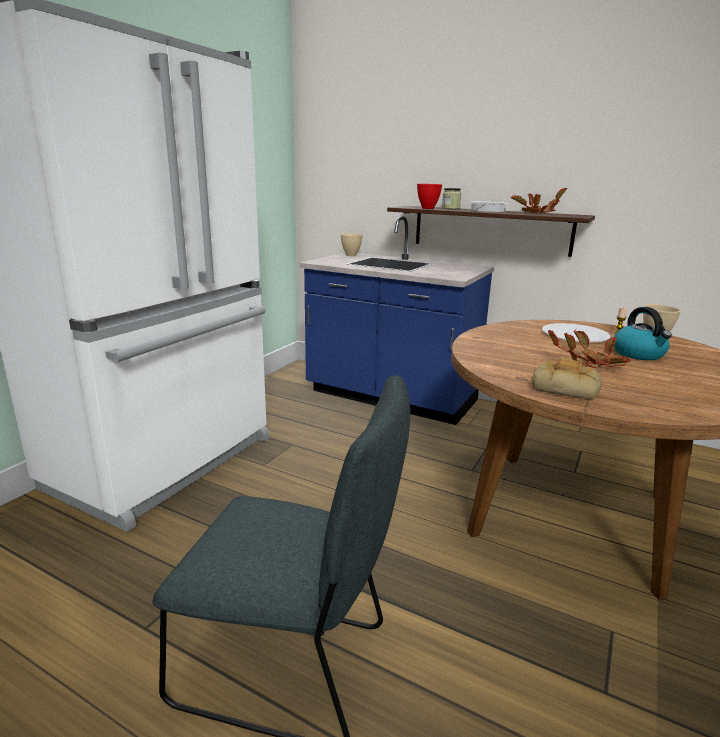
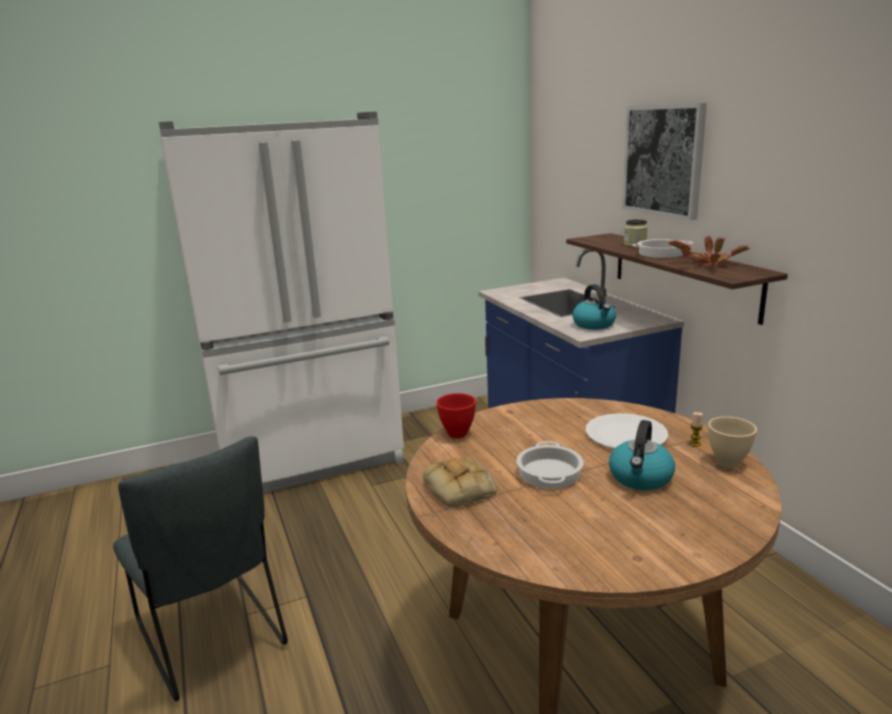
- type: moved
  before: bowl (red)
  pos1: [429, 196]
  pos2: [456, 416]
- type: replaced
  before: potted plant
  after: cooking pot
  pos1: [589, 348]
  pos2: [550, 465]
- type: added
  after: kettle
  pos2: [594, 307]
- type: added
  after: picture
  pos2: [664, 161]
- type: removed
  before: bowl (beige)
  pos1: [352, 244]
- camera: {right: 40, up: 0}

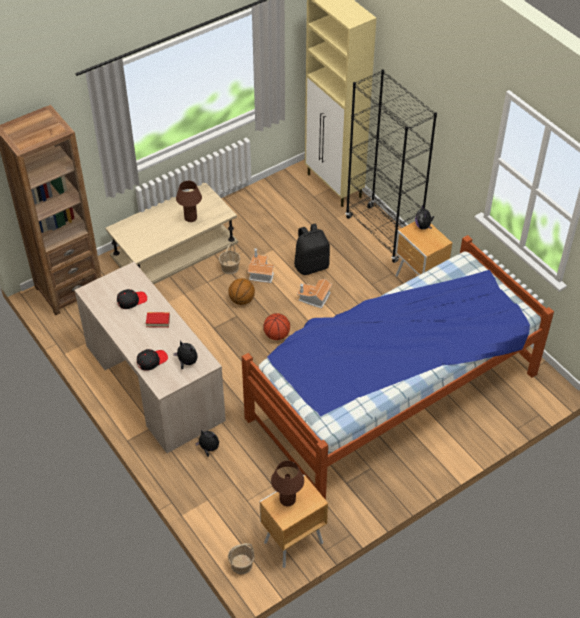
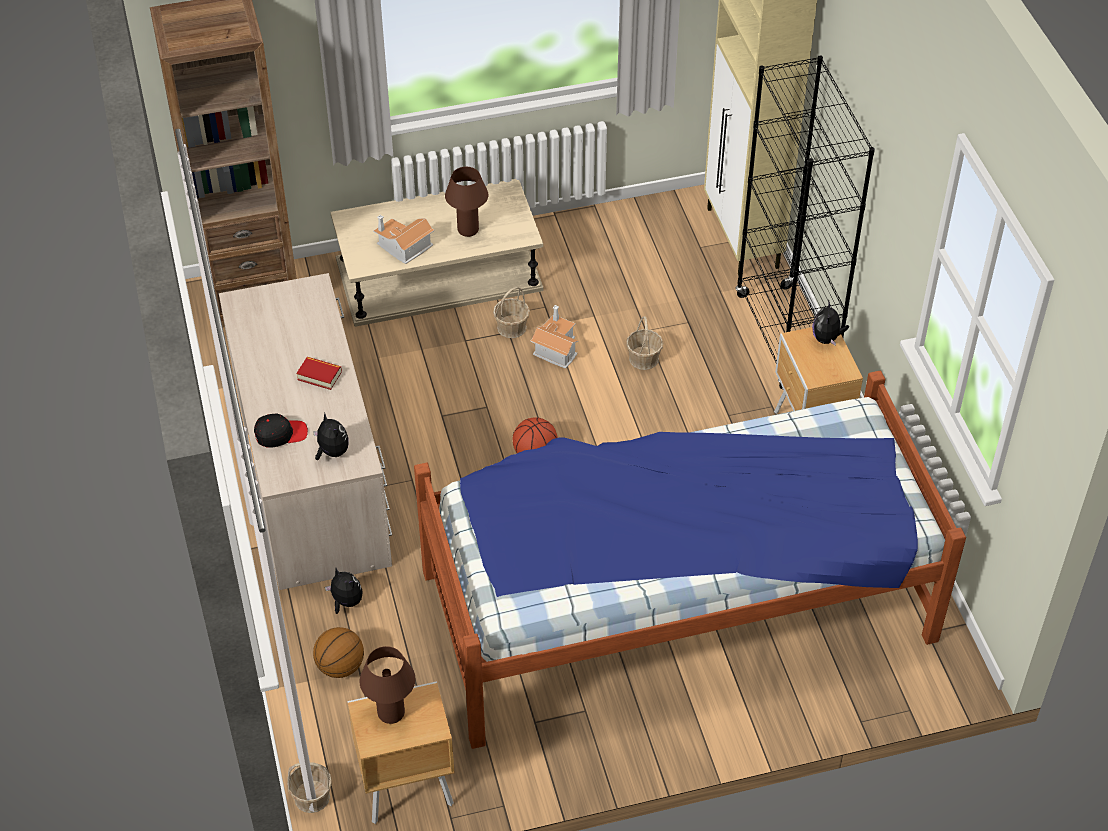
- type: moved
  before: basketball
  pos1: [241, 291]
  pos2: [338, 652]
- type: moved
  before: toy house
  pos1: [314, 293]
  pos2: [404, 239]
- type: replaced
  before: backpack (black)
  after: basket
  pos1: [312, 249]
  pos2: [644, 343]
- type: removed
  before: cap (black)
  pos1: [132, 299]
- camera: {right: 20, up: 0}

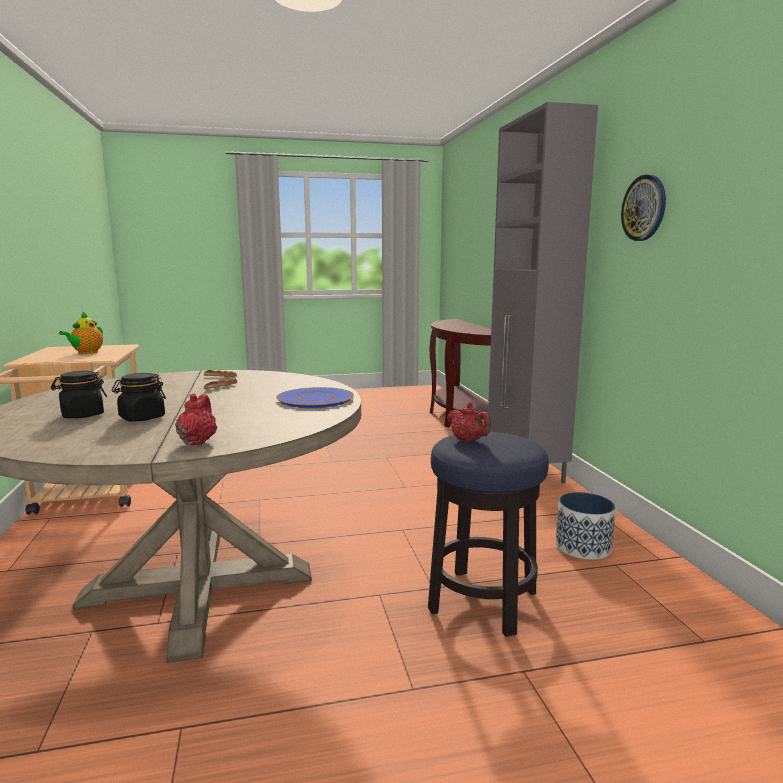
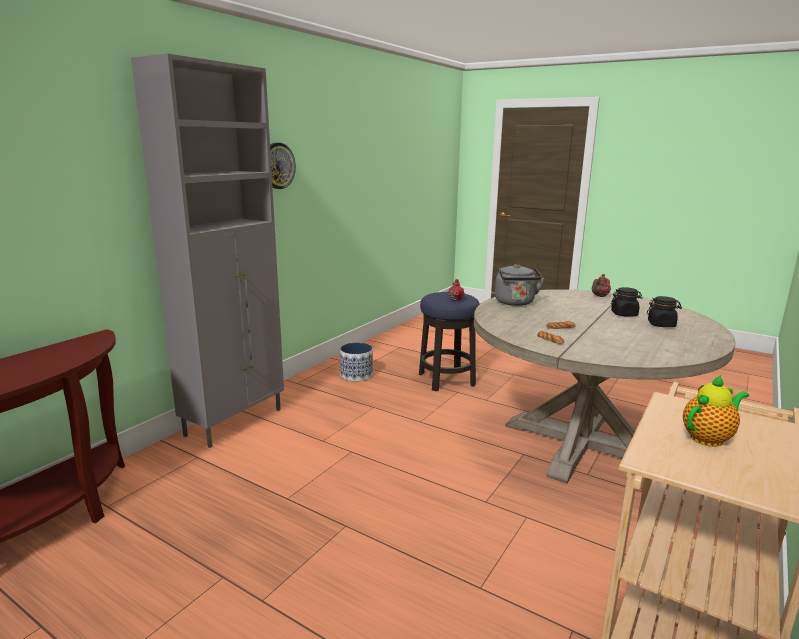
- type: replaced
  before: plate (blue)
  after: kettle (grey)
  pos1: [315, 397]
  pos2: [520, 285]
- camera: {right: -135, up: 5}

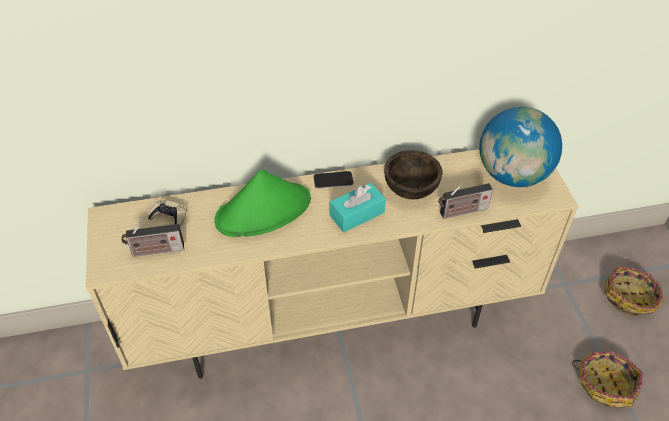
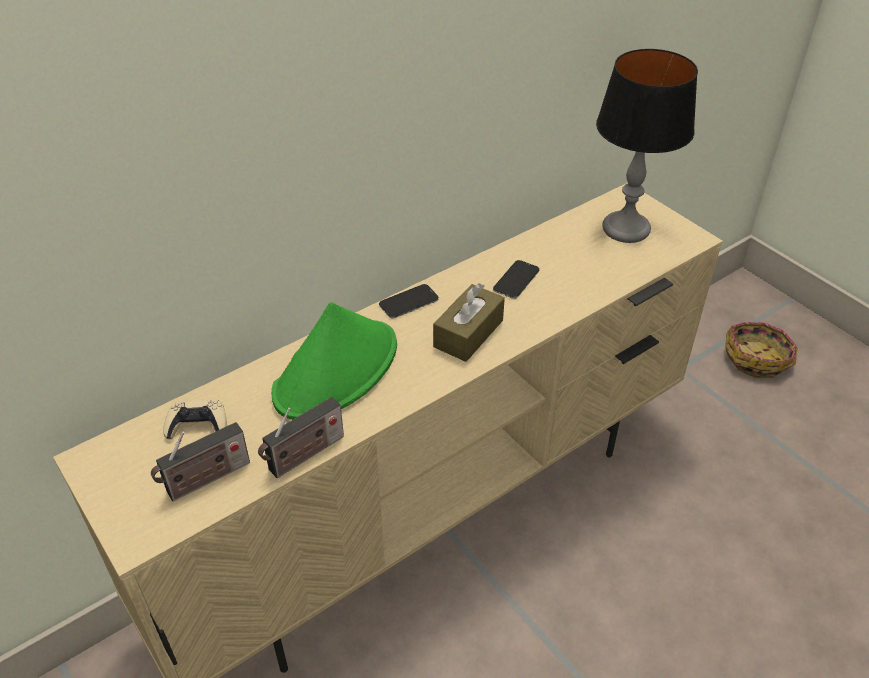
- type: moved
  before: radio
  pos1: [465, 200]
  pos2: [301, 437]
- type: recoloured
  before: tissue box (turquoise)
  after: tissue box (brown)
  pos1: [358, 207]
  pos2: [469, 322]
- type: replaced
  before: bowl (brown)
  after: phone
  pos1: [413, 174]
  pos2: [516, 279]
- type: replaced
  before: globe
  after: table lamp
  pos1: [520, 147]
  pos2: [647, 146]
- type: removed
  before: basket
  pos1: [607, 379]
- camera: {right: -25, up: -5}

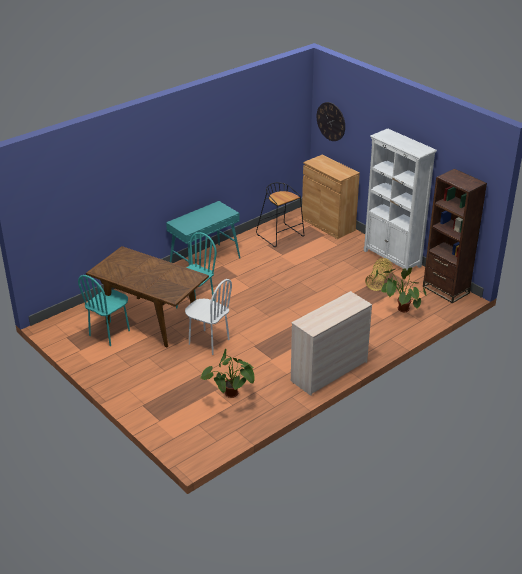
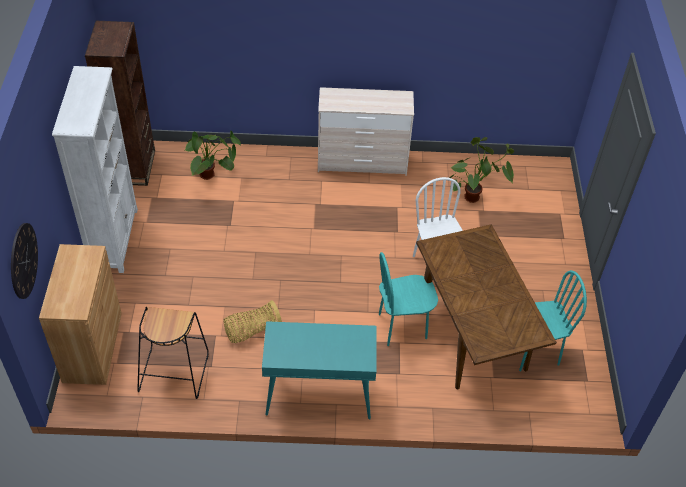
- type: moved
  before: basket
  pos1: [379, 274]
  pos2: [252, 321]
- camera: {right: -140, up: 15}

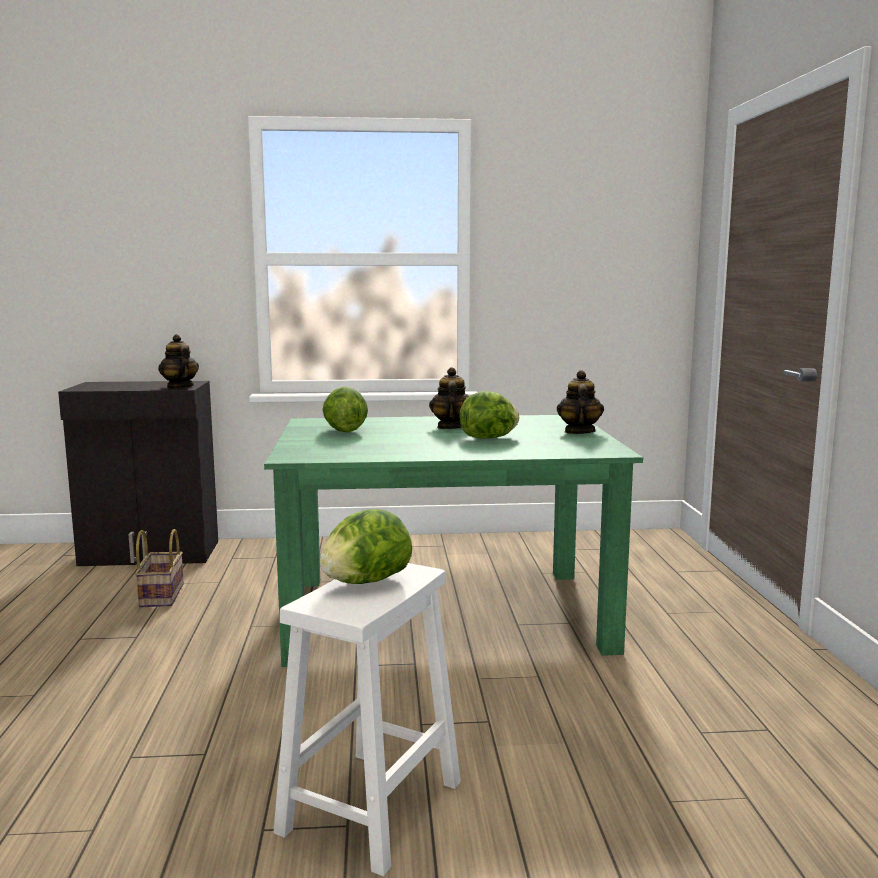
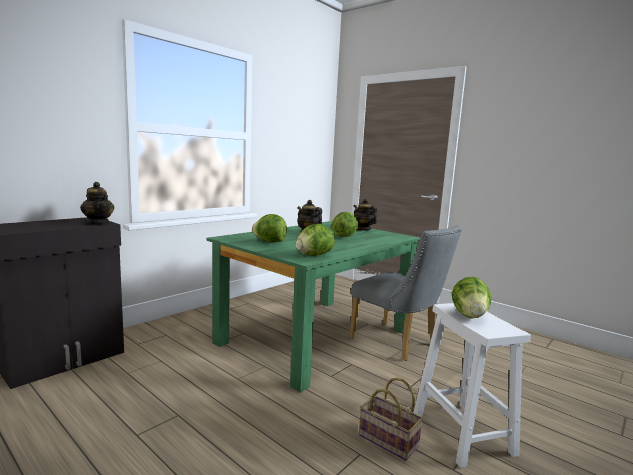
- type: turned
  before: teapot
  pos1: [178, 361]
  pos2: [97, 203]
  turn: -150
- type: added
  after: lettuce
  pos2: [315, 240]
- type: added
  after: chair (grey)
  pos2: [405, 293]
- type: moved
  before: basket
  pos1: [159, 568]
  pos2: [391, 419]
- camera: {right: -45, up: 0}

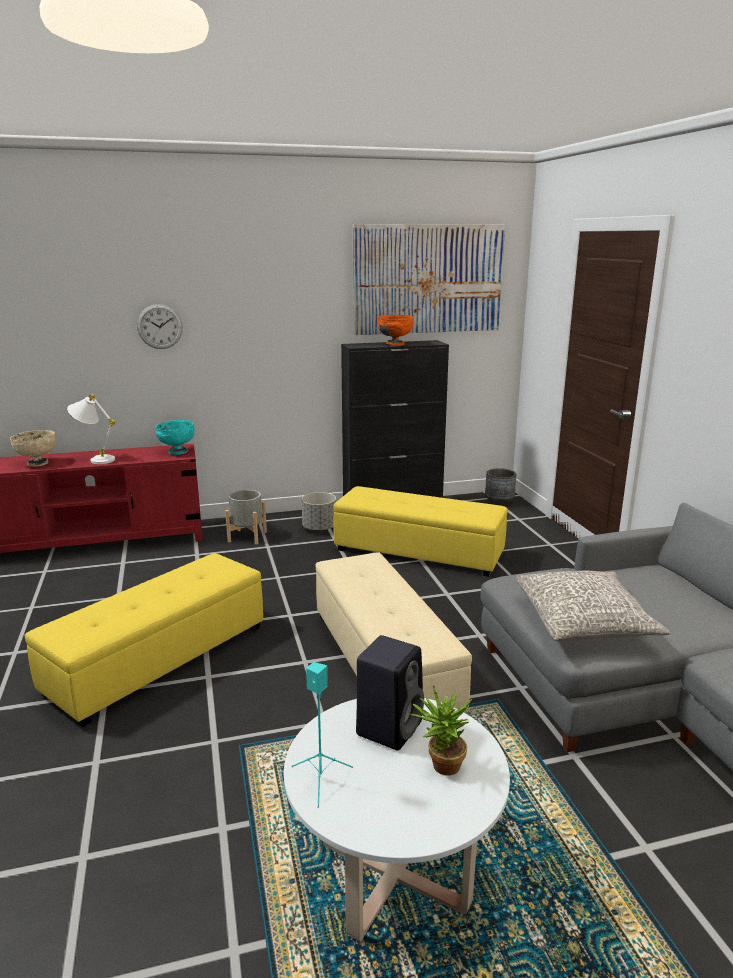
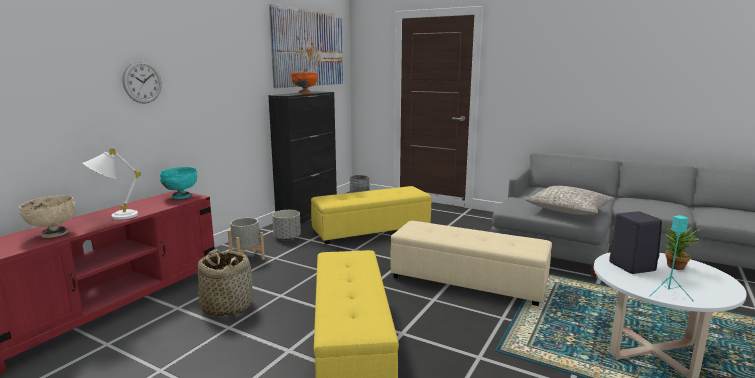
- type: added
  after: basket
  pos2: [225, 283]
- camera: {right: -45, up: -5}

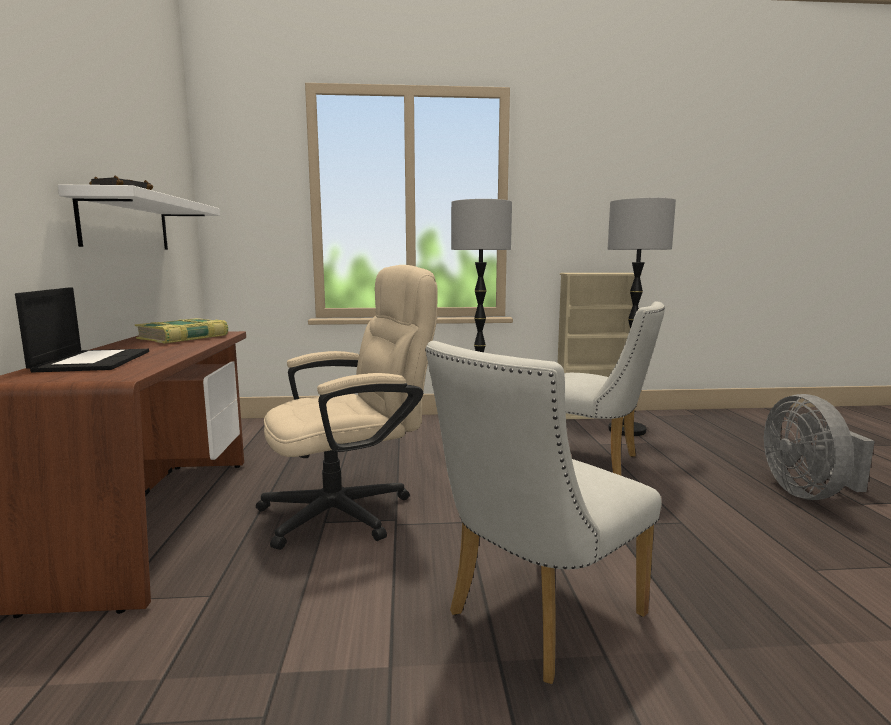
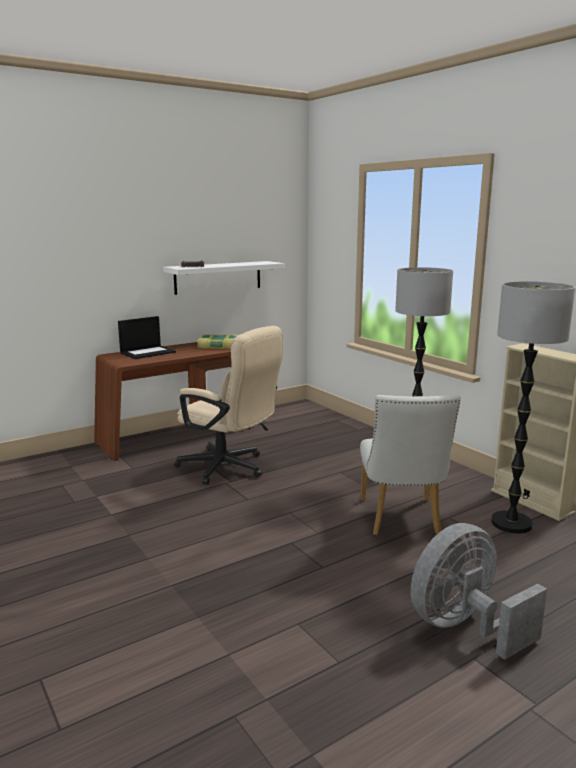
- type: removed
  before: chair (white)
  pos1: [543, 512]
- camera: {right: 60, up: 5}

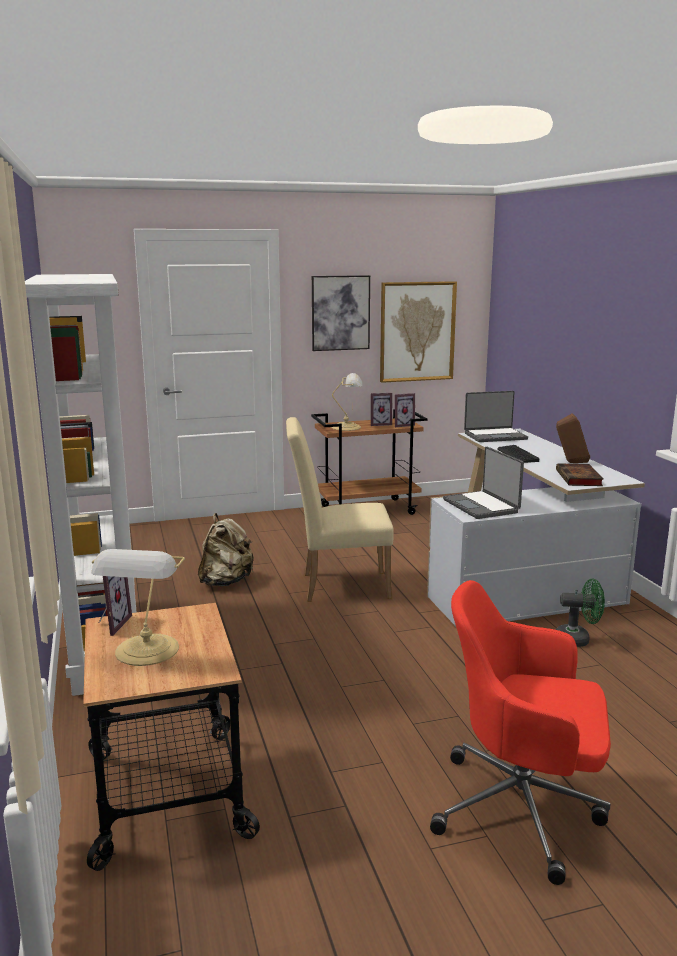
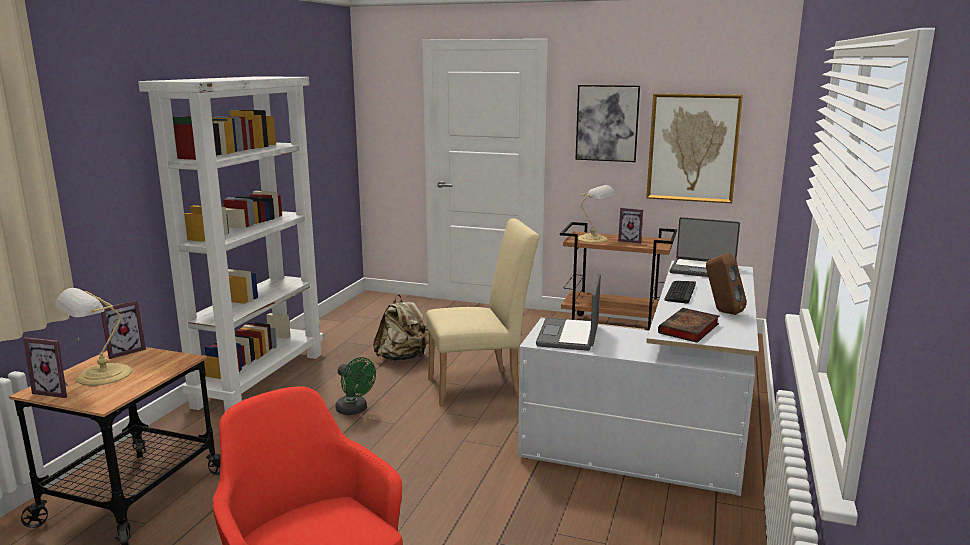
- type: moved
  before: picture frame
  pos1: [405, 410]
  pos2: [45, 367]
- type: moved
  before: fan (green)
  pos1: [580, 613]
  pos2: [355, 386]
- type: turned
  before: chair (beige)
  pos1: [340, 509]
  pos2: [483, 312]
  turn: 135
- camera: {right: 35, up: 0}

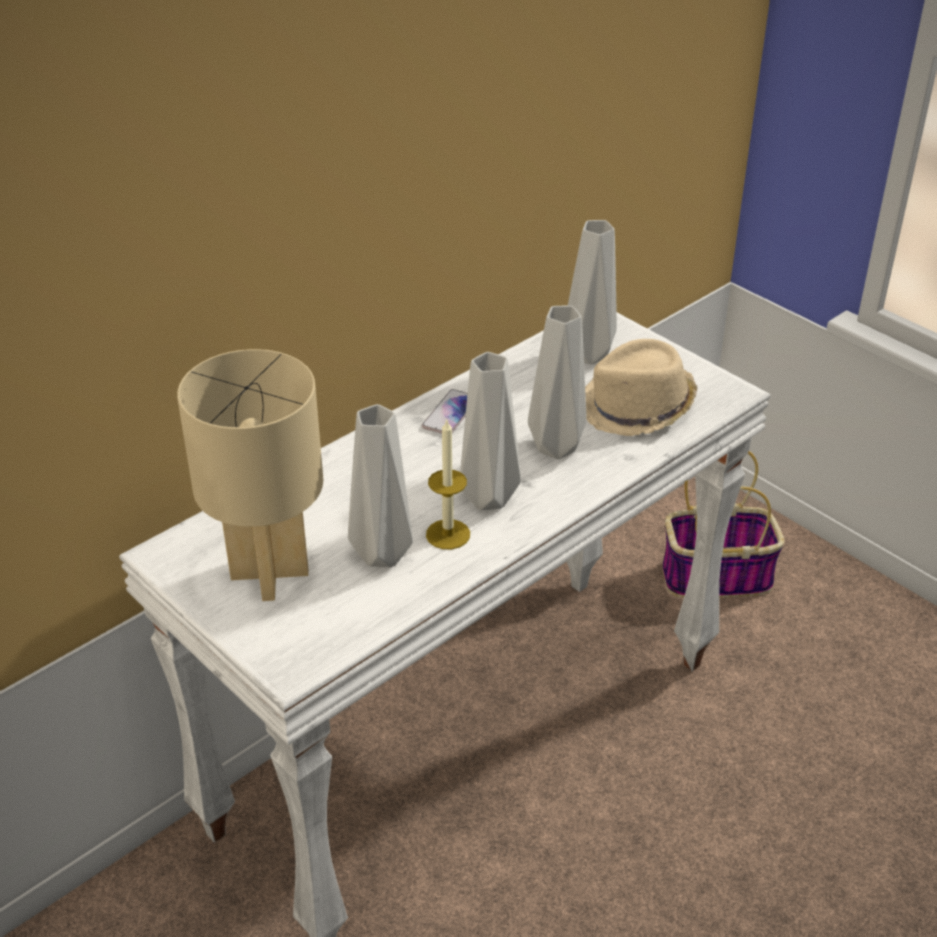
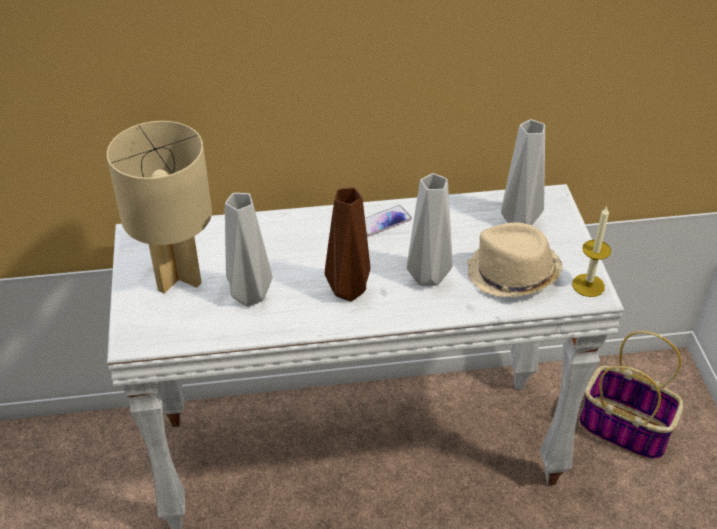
- type: recoloured
  before: vase (grey)
  after: vase (brown)
  pos1: [490, 431]
  pos2: [347, 244]
- type: moved
  before: candle
  pos1: [448, 483]
  pos2: [591, 252]
- camera: {right: 35, up: 5}

